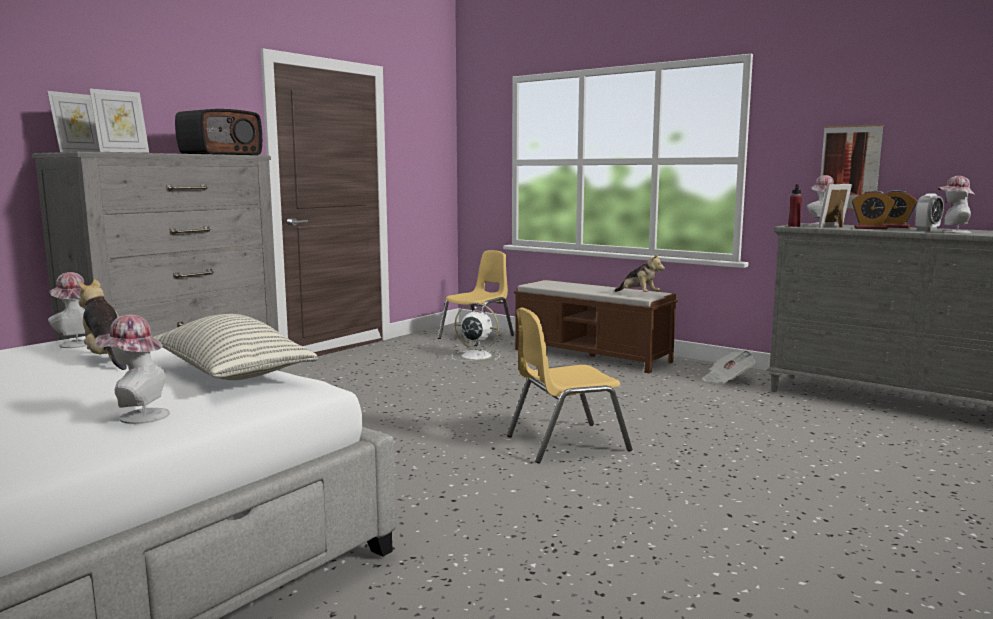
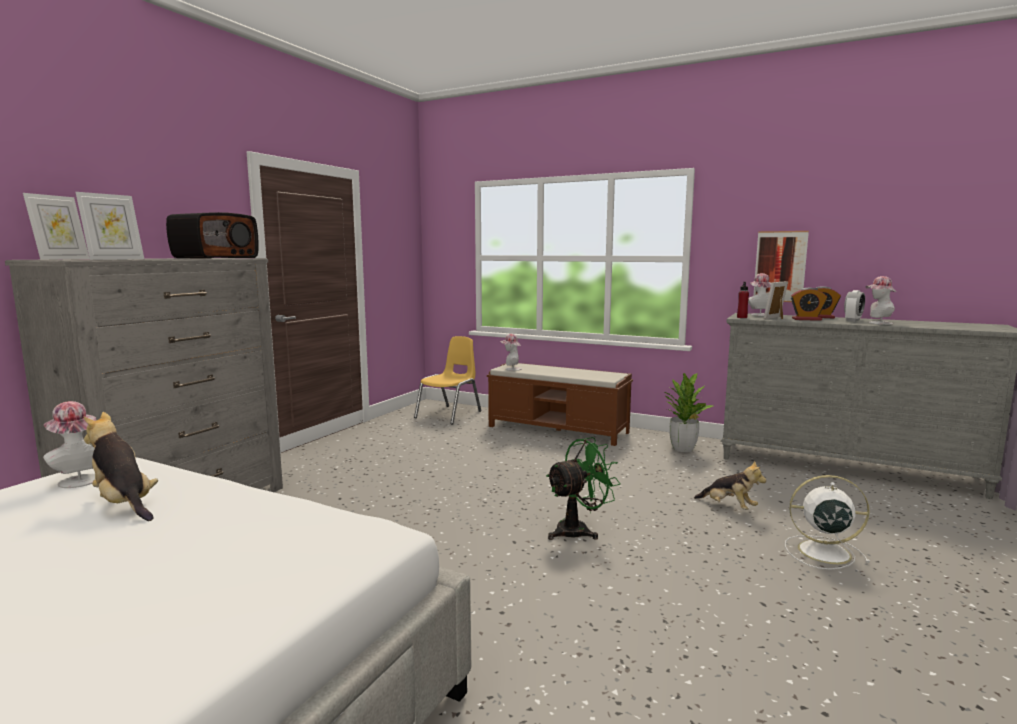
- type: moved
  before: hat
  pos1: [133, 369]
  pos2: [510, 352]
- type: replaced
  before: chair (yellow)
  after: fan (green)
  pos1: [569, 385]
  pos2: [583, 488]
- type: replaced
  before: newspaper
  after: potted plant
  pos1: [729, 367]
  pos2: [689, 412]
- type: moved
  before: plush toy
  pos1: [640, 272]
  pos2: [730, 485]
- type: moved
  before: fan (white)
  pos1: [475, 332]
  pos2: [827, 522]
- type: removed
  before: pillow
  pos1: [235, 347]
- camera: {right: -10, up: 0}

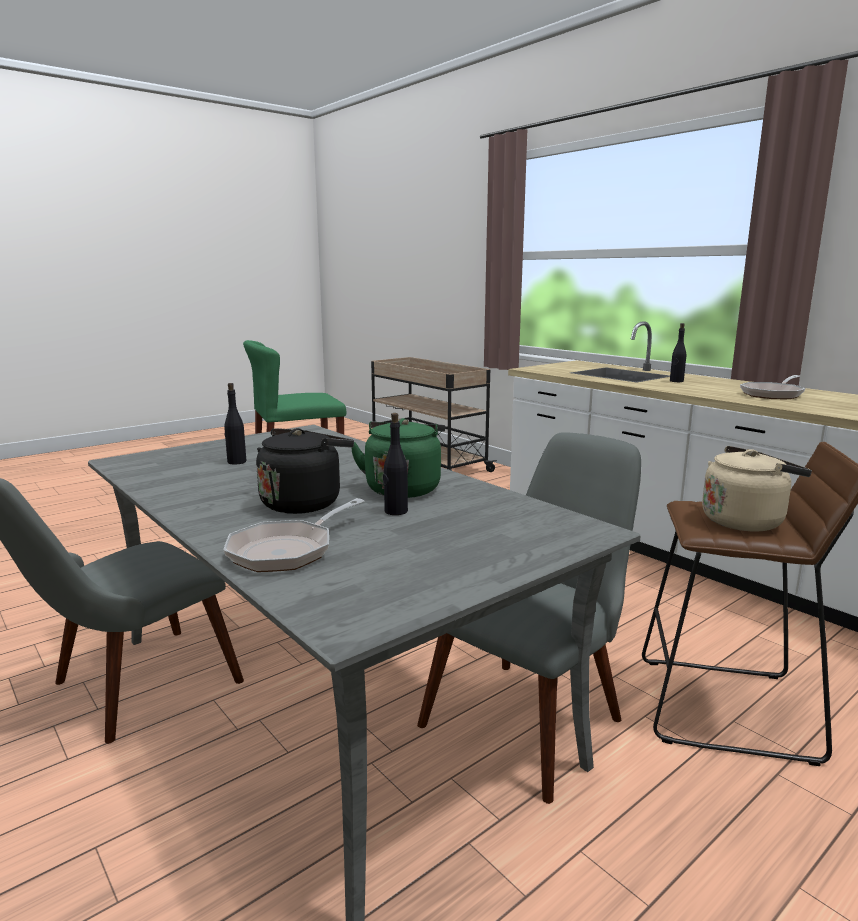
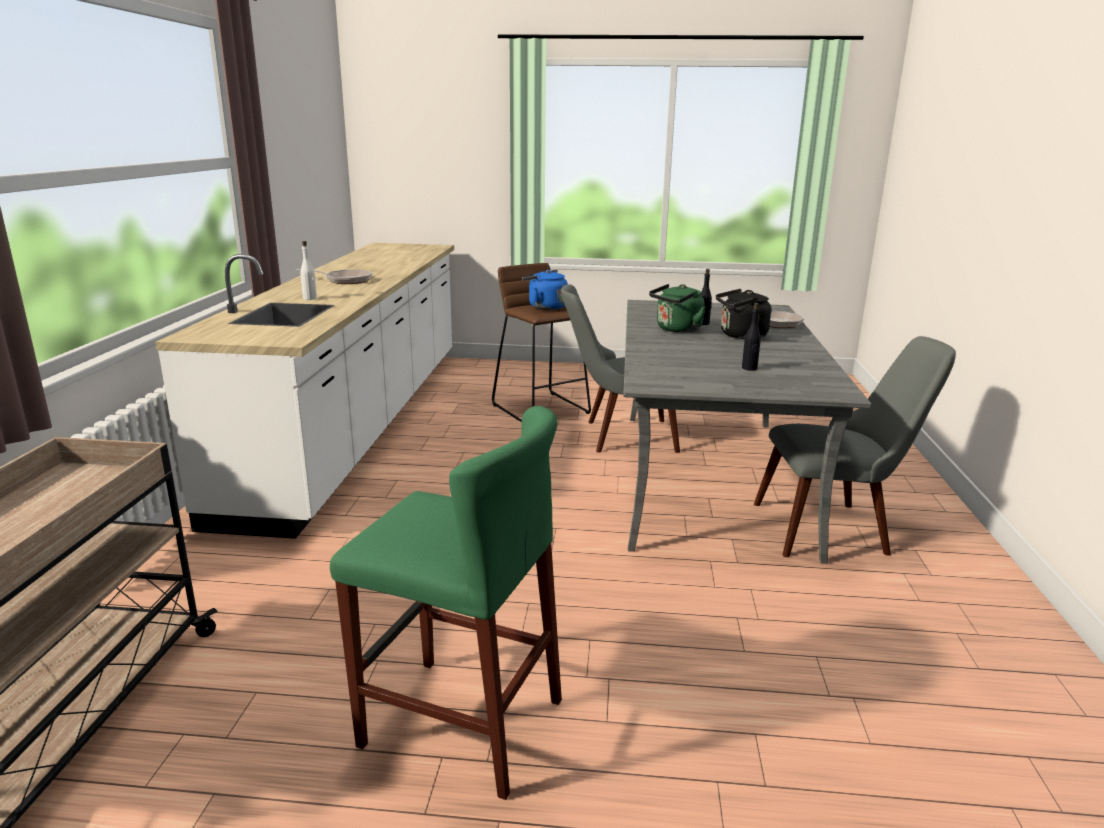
- type: recoloured
  before: bottle (black)
  after: bottle (white)
  pos1: [678, 352]
  pos2: [308, 270]
- type: recoloured
  before: kettle (beige)
  after: kettle (blue)
  pos1: [757, 489]
  pos2: [545, 290]
- camera: {right: -135, up: 5}

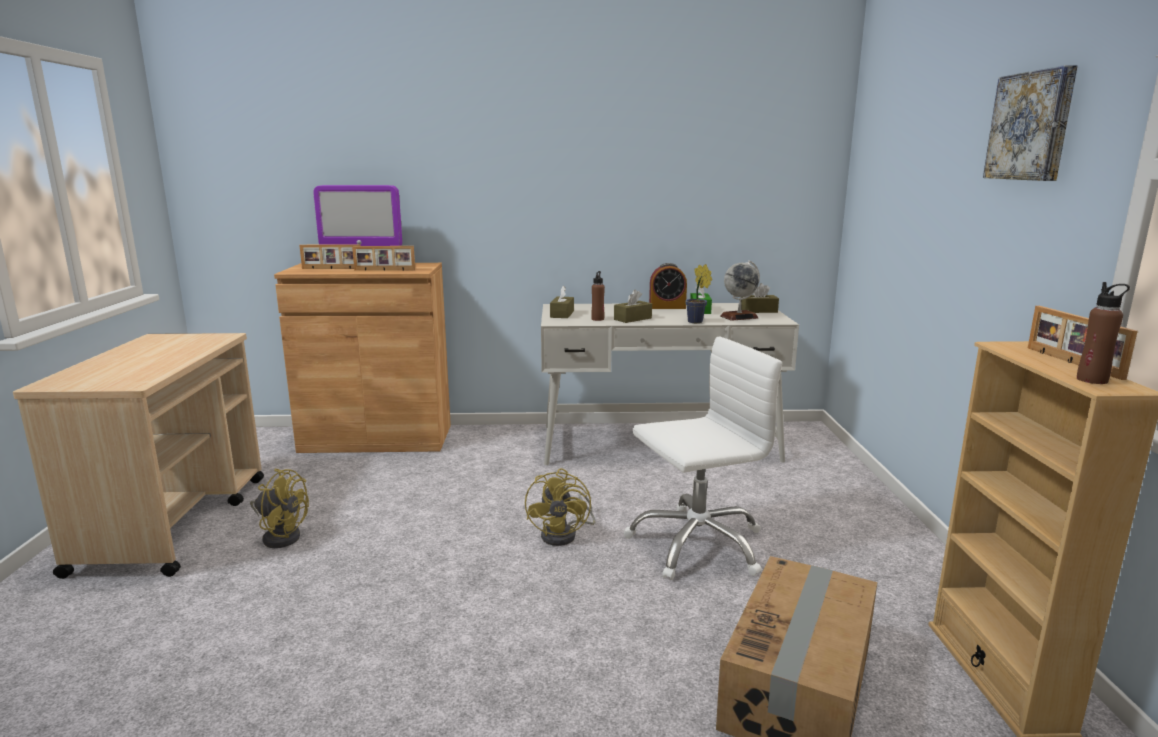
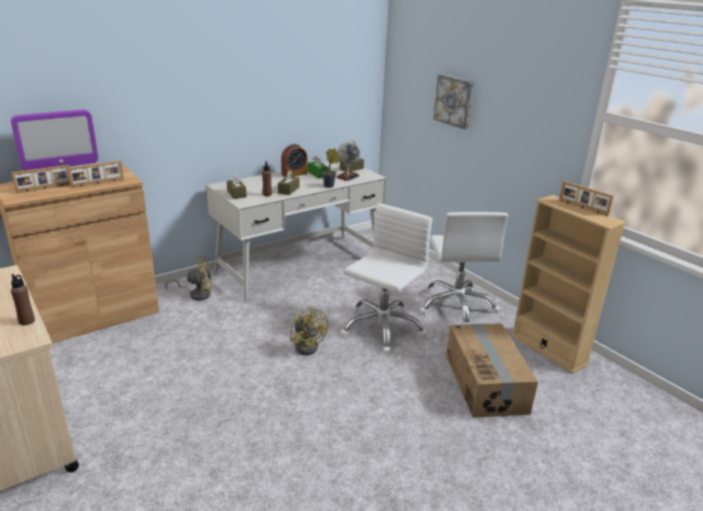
- type: moved
  before: bottle (brown)
  pos1: [1103, 333]
  pos2: [23, 299]
- type: moved
  before: fan (yellow)
  pos1: [279, 508]
  pos2: [188, 278]
- type: added
  after: office chair (white)
  pos2: [464, 268]
- type: moved
  before: picture
  pos1: [1030, 123]
  pos2: [453, 101]
- camera: {right: -35, up: 10}

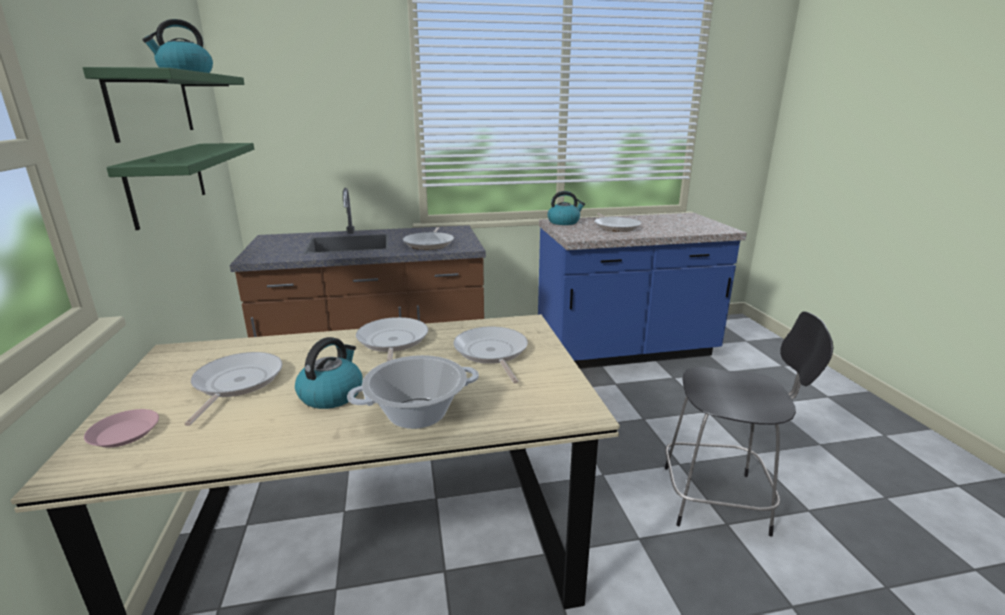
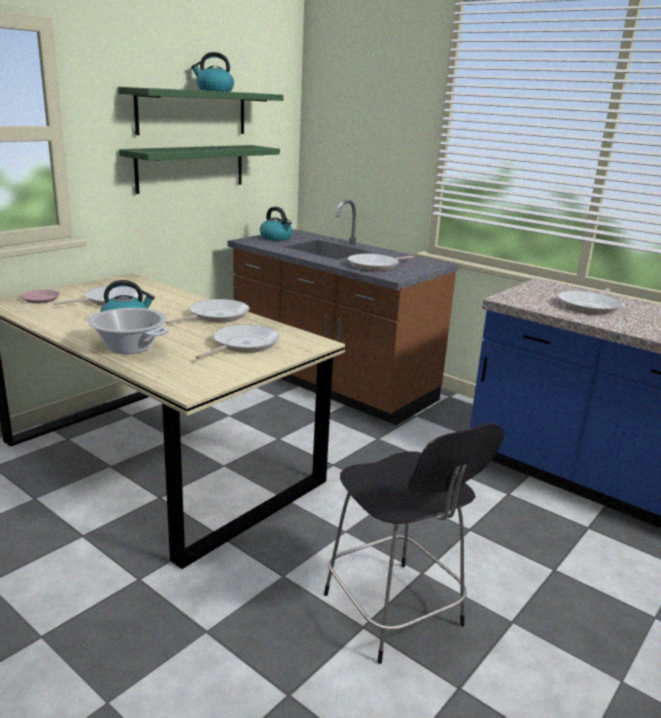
- type: moved
  before: kettle
  pos1: [566, 208]
  pos2: [276, 224]
- camera: {right: 50, up: 0}

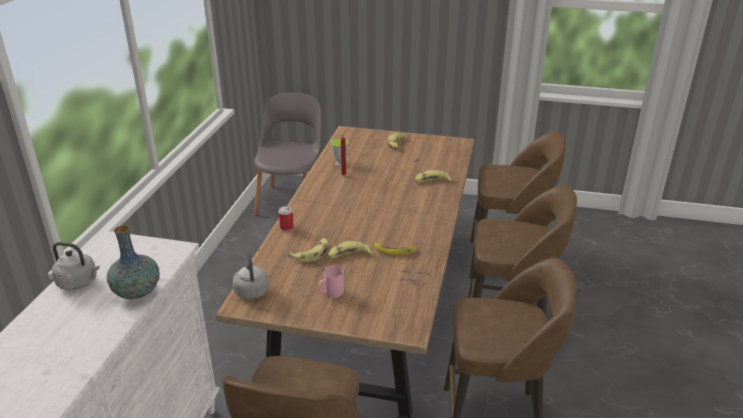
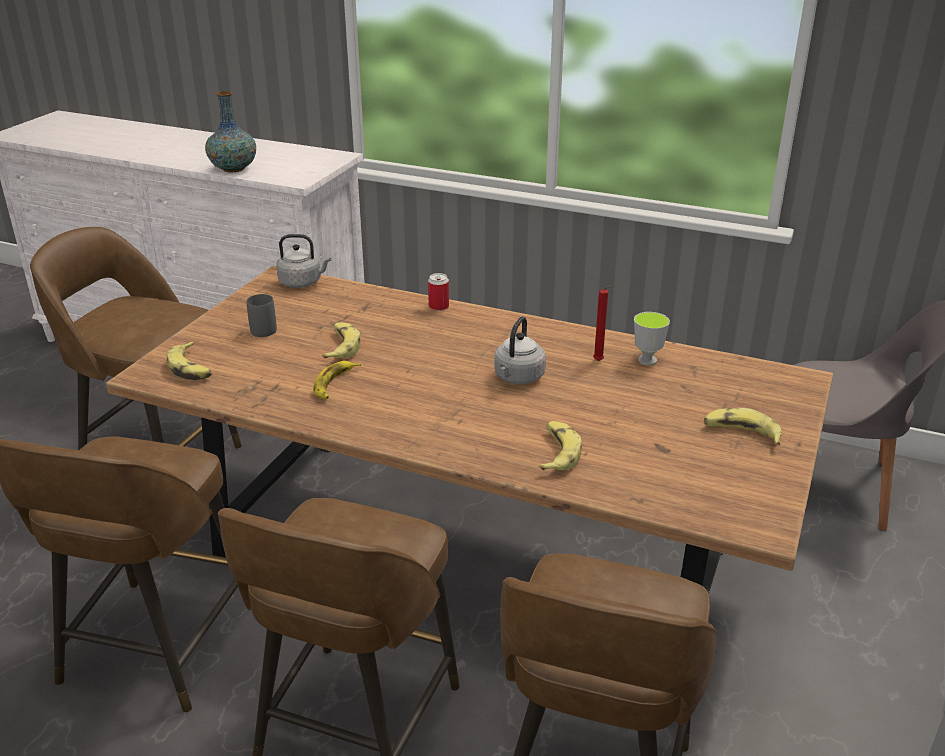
- type: moved
  before: banana
  pos1: [308, 250]
  pos2: [189, 361]
- type: recoloured
  before: mug (pink)
  after: mug (grey)
  pos1: [331, 282]
  pos2: [261, 315]
- type: moved
  before: kettle (grey)
  pos1: [76, 266]
  pos2: [520, 350]
- camera: {right: 100, up: 0}

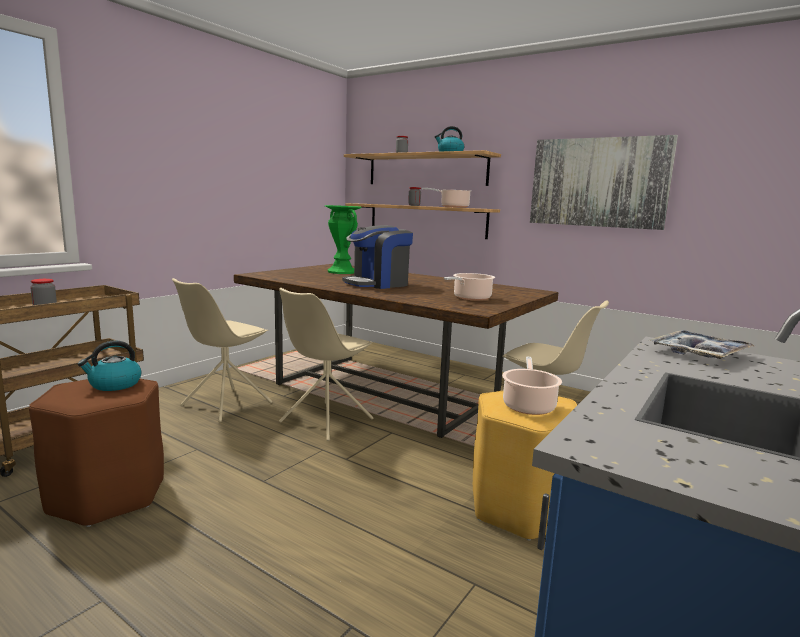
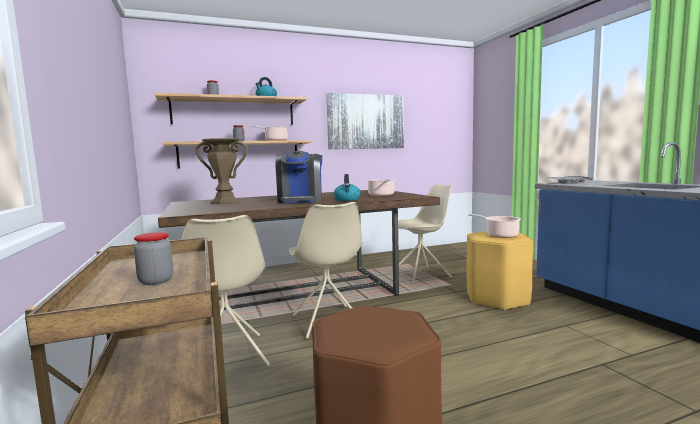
- type: recoloured
  before: vase (green)
  after: vase (brown)
  pos1: [343, 239]
  pos2: [221, 171]
- type: moved
  before: kettle
  pos1: [110, 365]
  pos2: [347, 187]
- camera: {right: -55, up: -5}

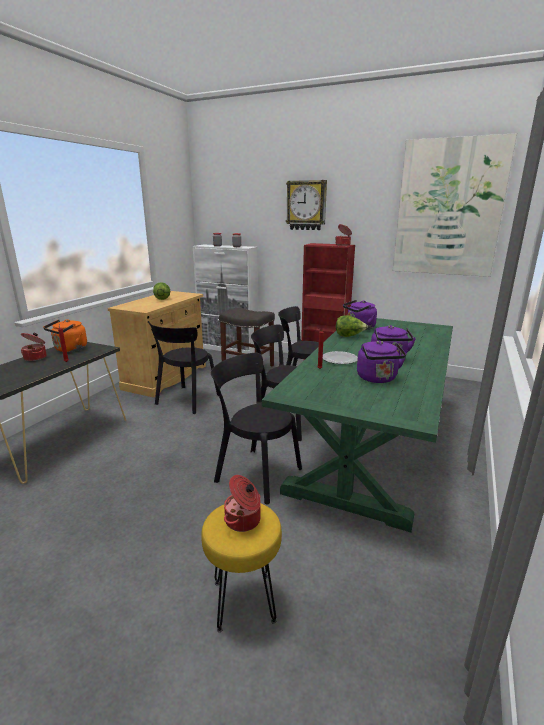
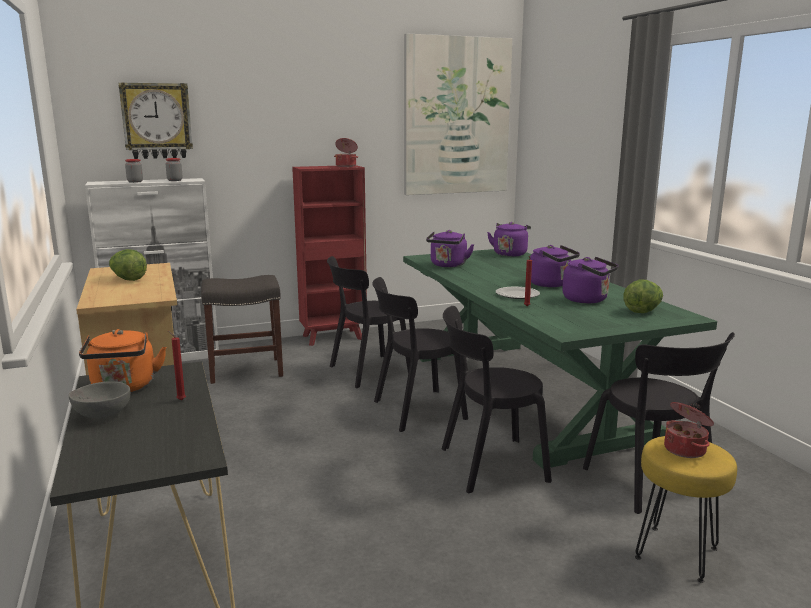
- type: replaced
  before: cooking pot
  after: bowl (grey)
  pos1: [34, 347]
  pos2: [100, 399]
- type: moved
  before: wall clock
  pos1: [306, 205]
  pos2: [155, 120]
- type: added
  after: kettle (purple)
  pos2: [509, 239]
- type: moved
  before: chair (black)
  pos1: [183, 367]
  pos2: [659, 423]
- type: moved
  before: lettuce
  pos1: [352, 326]
  pos2: [643, 296]
- camera: {right: -45, up: -5}

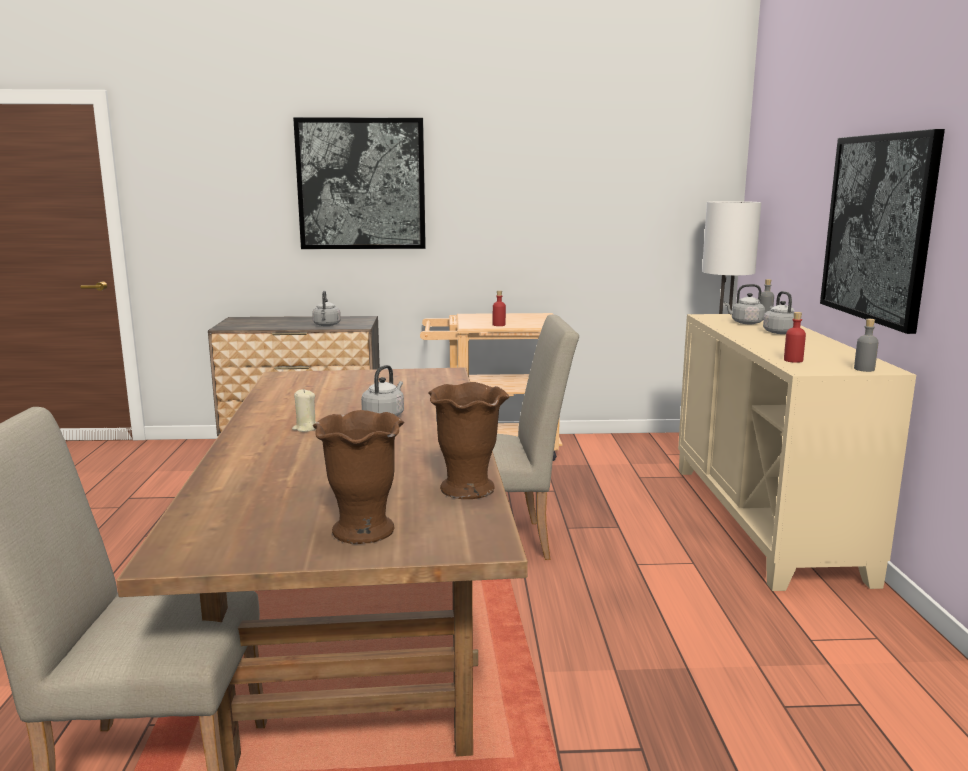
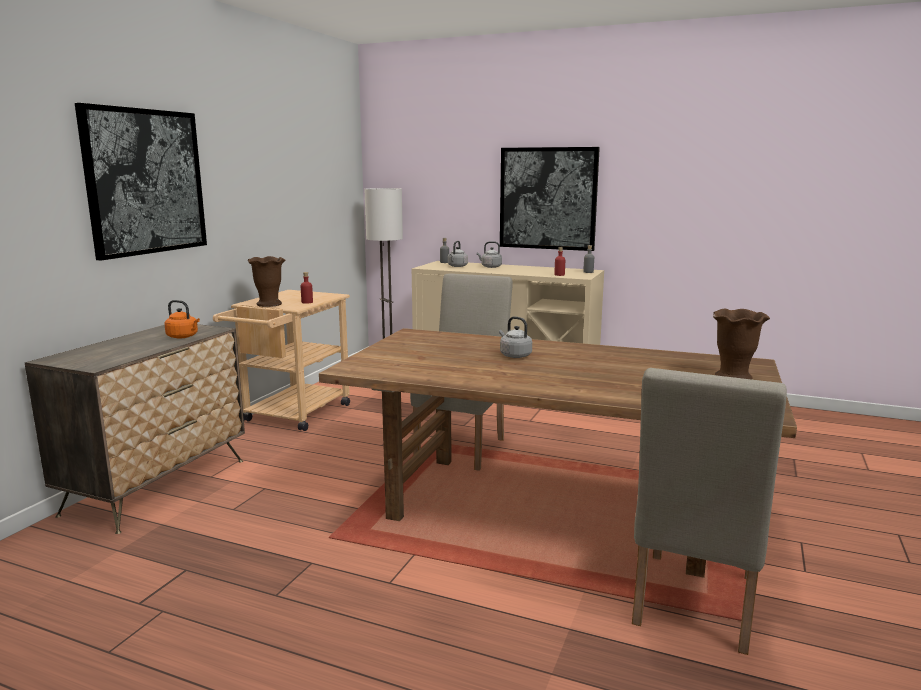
- type: recoloured
  before: kettle (grey)
  after: kettle (orange)
  pos1: [326, 308]
  pos2: [182, 319]
- type: moved
  before: vase (brown)
  pos1: [468, 440]
  pos2: [266, 281]
- type: removed
  before: candle (beige)
  pos1: [304, 410]
- camera: {right: -65, up: 0}

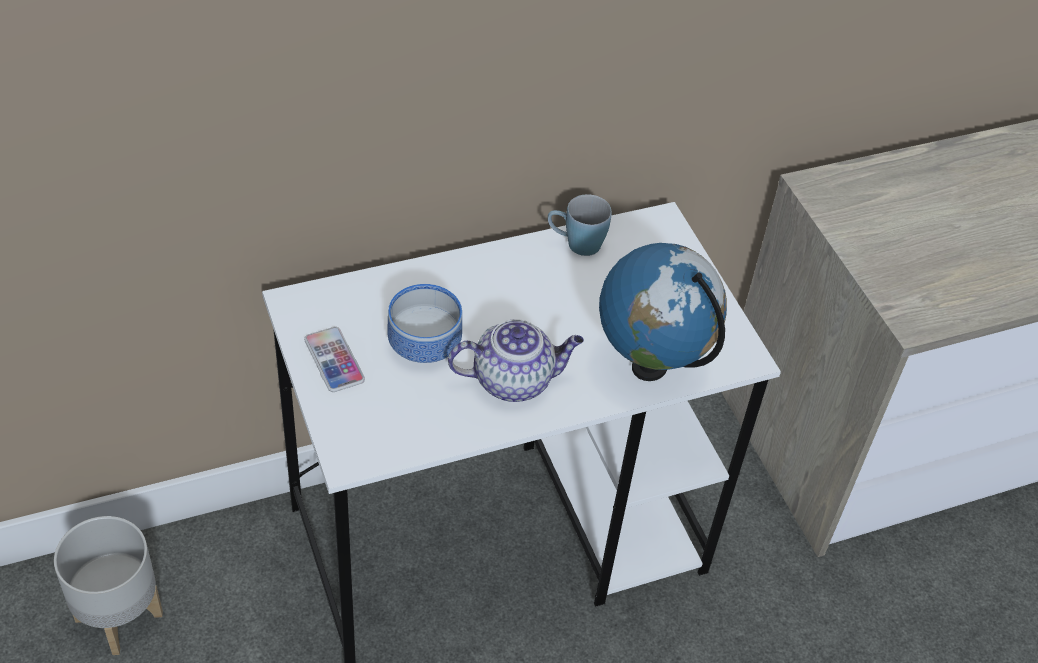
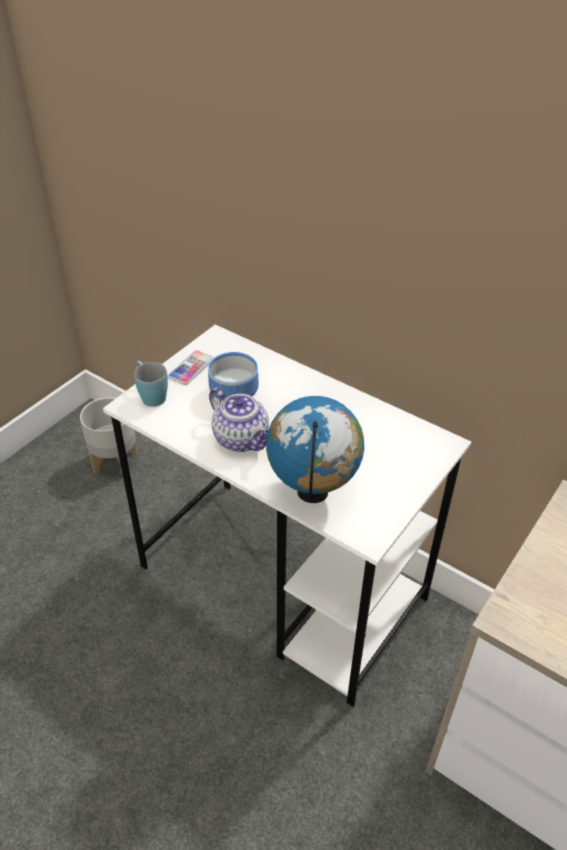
- type: moved
  before: mug (blue)
  pos1: [580, 225]
  pos2: [151, 384]
- camera: {right: 60, up: -5}

